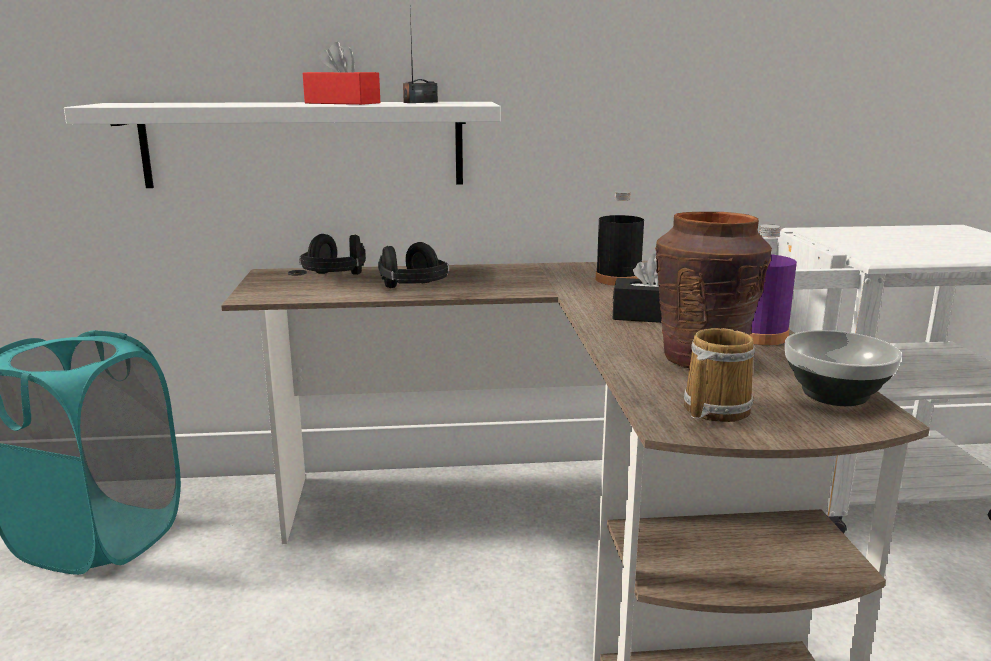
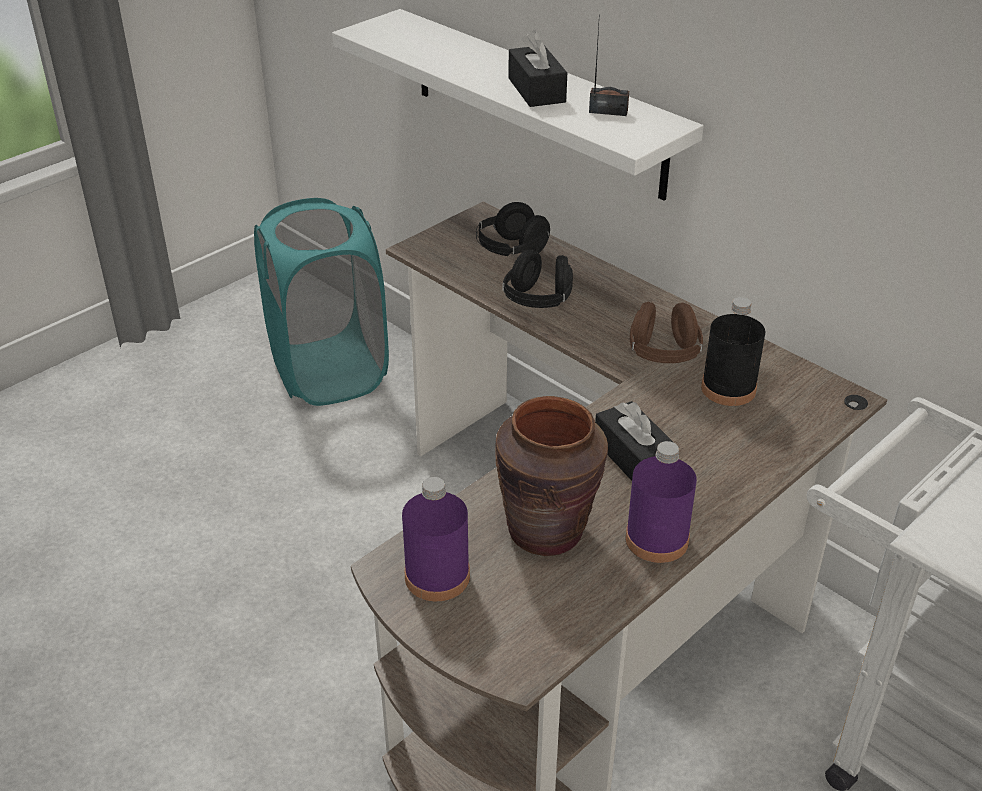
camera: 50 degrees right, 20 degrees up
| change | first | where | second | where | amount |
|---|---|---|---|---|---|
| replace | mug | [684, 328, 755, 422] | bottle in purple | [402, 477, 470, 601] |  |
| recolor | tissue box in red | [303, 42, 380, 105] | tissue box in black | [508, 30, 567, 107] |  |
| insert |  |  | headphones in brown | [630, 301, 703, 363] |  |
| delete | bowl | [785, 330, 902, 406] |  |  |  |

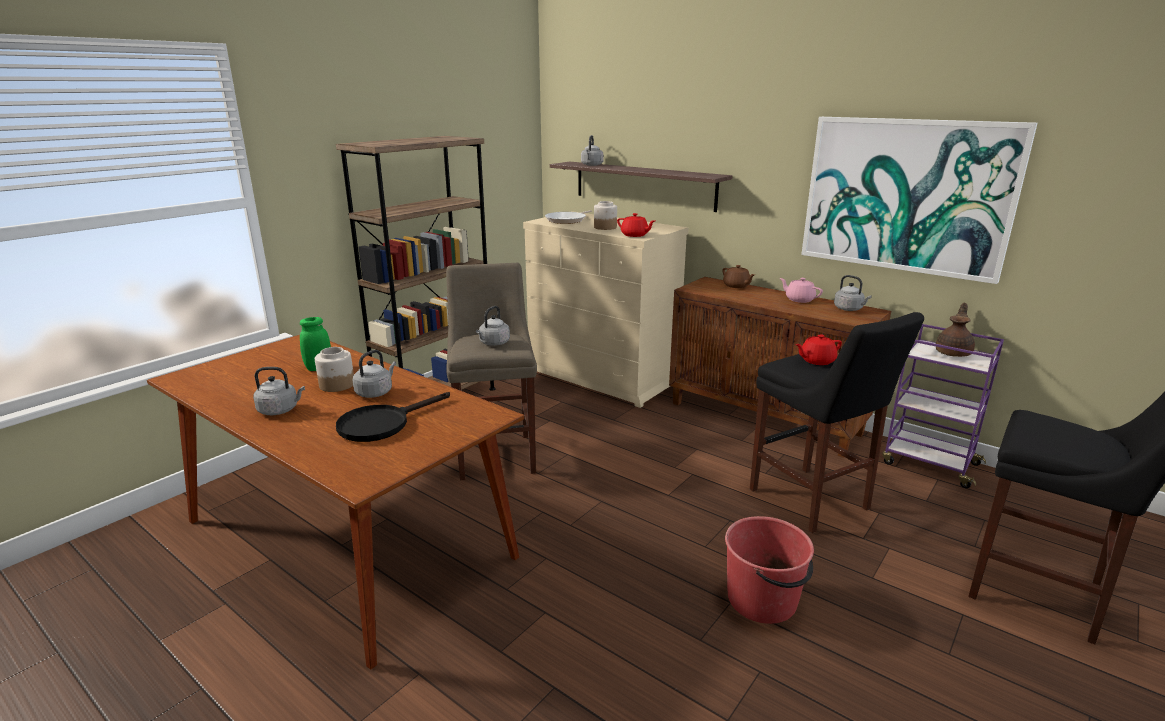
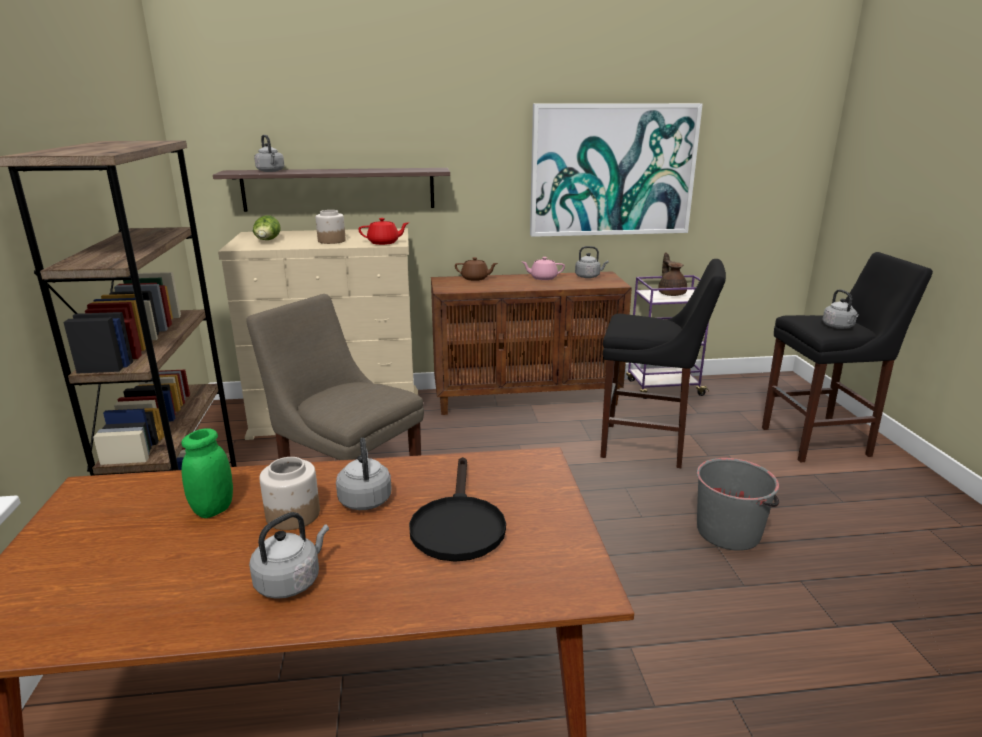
camera: 45 degrees left, 0 degrees up
| change | first | where | second | where | amount |
|---|---|---|---|---|---|
| replace | frying pan | [545, 210, 592, 224] | lettuce | [253, 215, 281, 240] |  |
| recolor | bucket in red | [725, 516, 814, 624] | bucket in grey | [696, 458, 779, 551] |  |
| move | kettle in grey | [476, 306, 510, 346] |  | [822, 289, 859, 329] |  |
| delete | teapot in red | [795, 334, 842, 365] |  |  |  |

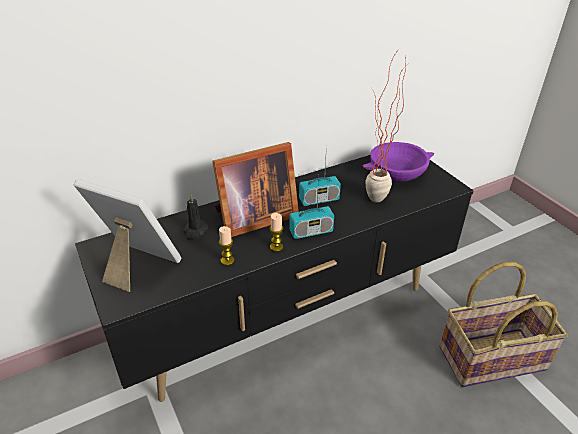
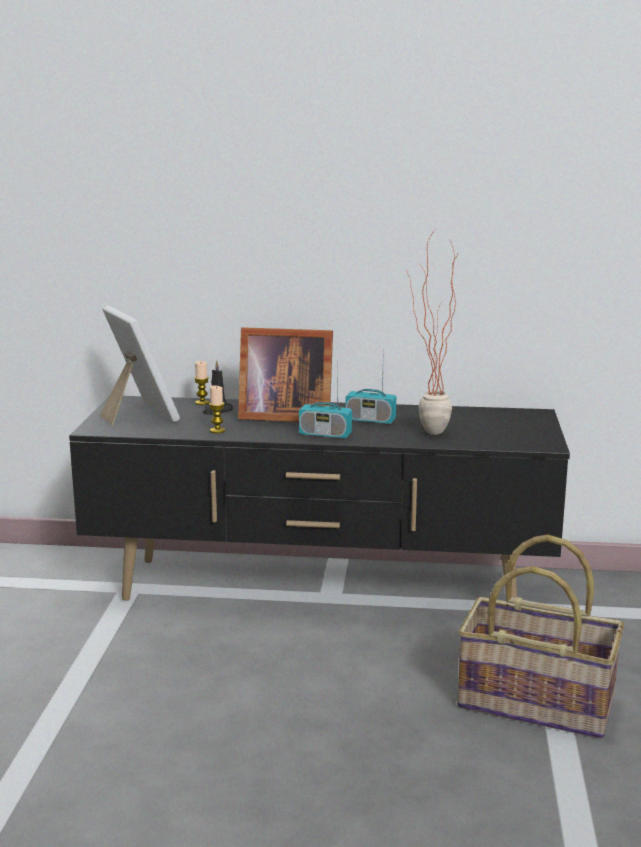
camera: 35 degrees right, 20 degrees down
| change | first | where | second | where | amount |
|---|---|---|---|---|---|
| move | candle | [269, 213, 283, 252] |  | [194, 361, 210, 405] |  |
| delete | bowl in purple | [363, 142, 434, 182] |  |  |  |

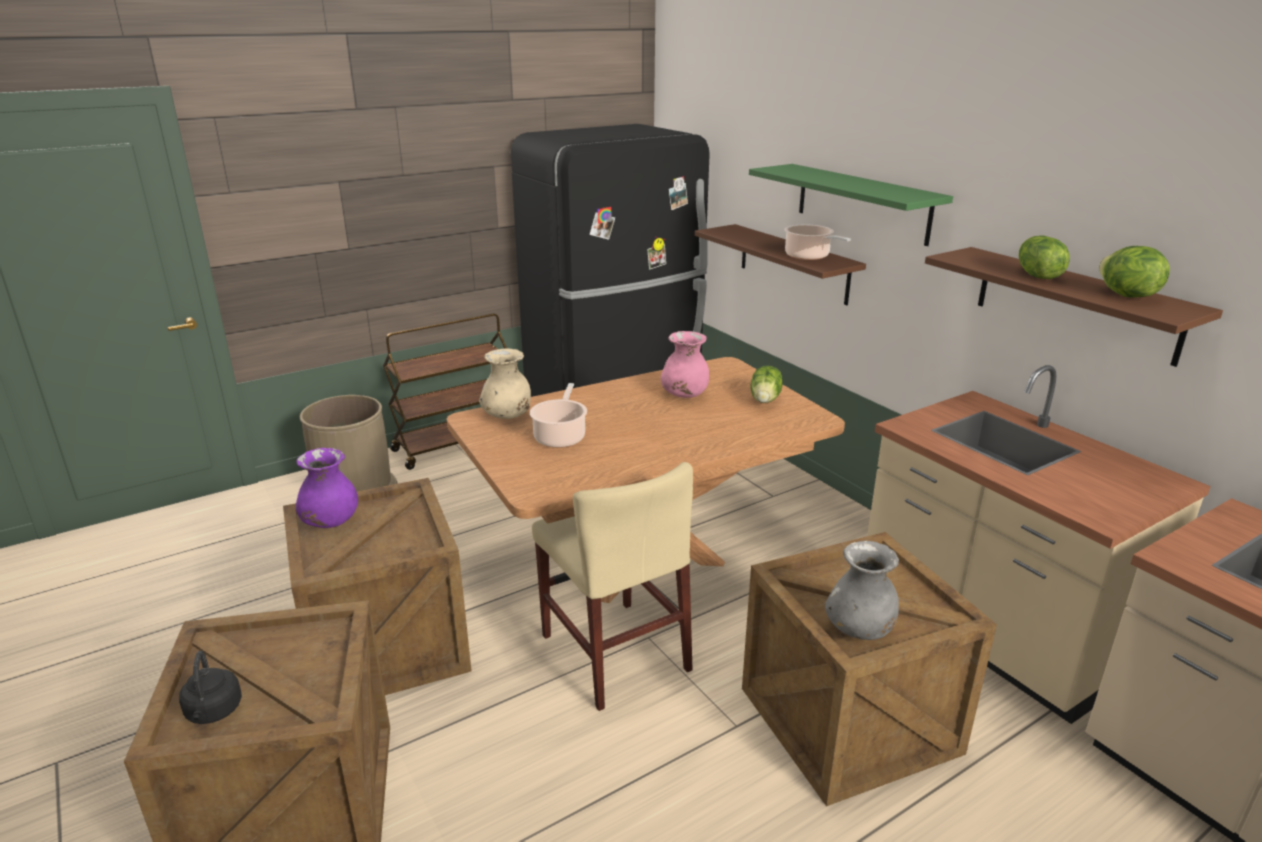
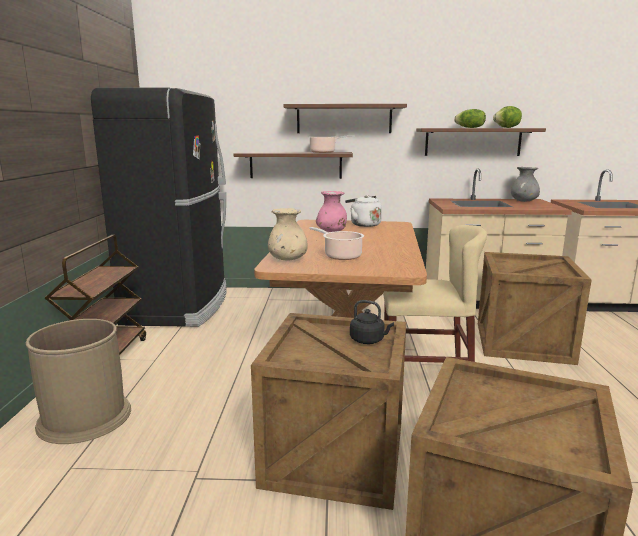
camera: 55 degrees left, 10 degrees down
| change | first | where | second | where | amount |
|---|---|---|---|---|---|
| recolor | shelf in green | [749, 164, 953, 246] | shelf in brown | [283, 104, 407, 133] |  |
| replace | lettuce | [750, 366, 782, 403] | kettle in white | [345, 195, 382, 227] |  |
| move | kettle in black | [179, 651, 242, 724] |  | [350, 300, 394, 344] |  |
| move | vase in grey | [825, 541, 899, 640] |  | [511, 167, 540, 202] |  |
| delete | vase in purple | [296, 448, 358, 528] |  |  |  |

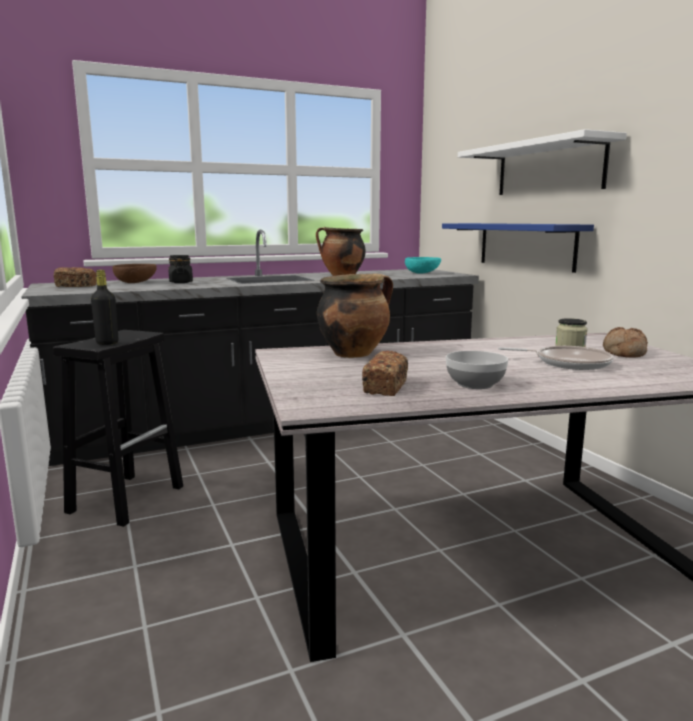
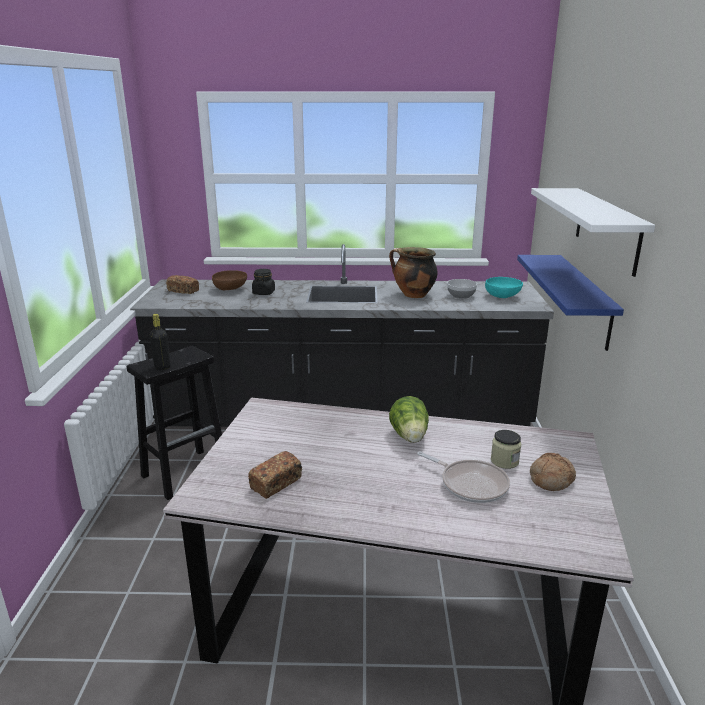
camera: 25 degrees right, 10 degrees up
| change | first | where | second | where | amount |
|---|---|---|---|---|---|
| insert |  |  | lettuce | [389, 396, 429, 443] |  |
| move | bowl | [446, 351, 508, 389] |  | [447, 279, 477, 299] |  |
| delete | cooking pot | [317, 273, 393, 358] |  |  |  |

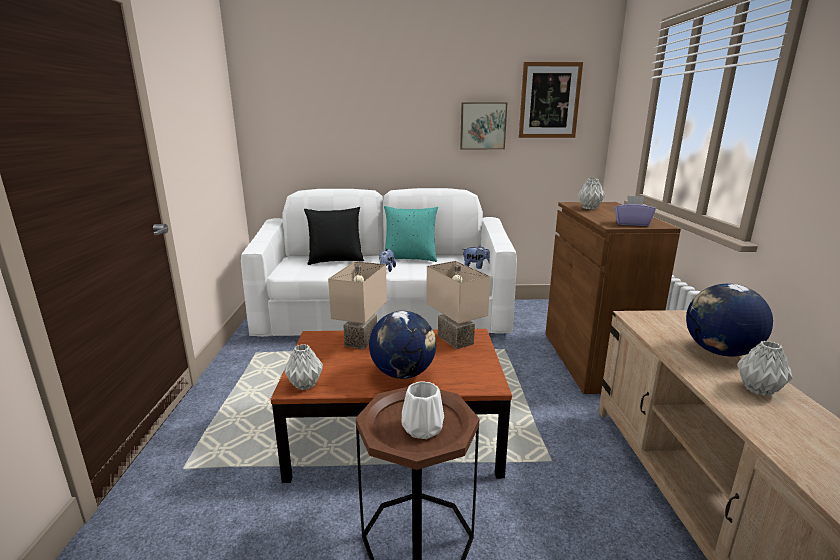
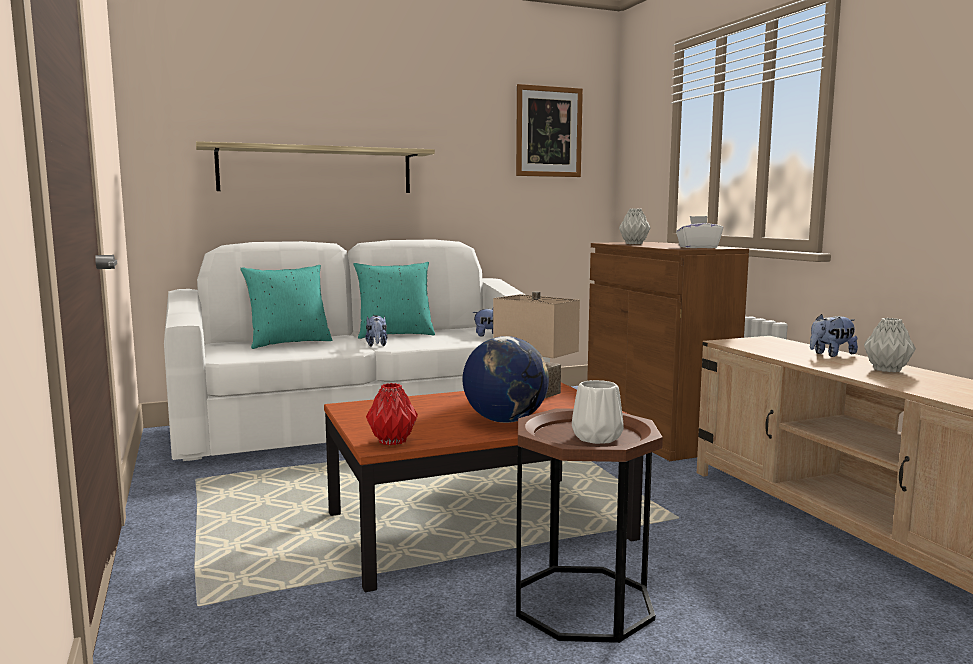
camera: 20 degrees left, 10 degrees down
| change | first | where | second | where | amount |
|---|---|---|---|---|---|
| insert |  |  | shelf | [196, 141, 435, 193] |  |
| recolor | pillow in black | [304, 207, 364, 265] | pillow in turquoise | [240, 265, 332, 349] |  |
| recolor | vase in grey | [284, 344, 323, 390] | vase in red | [366, 383, 418, 445] |  |
| recolor | tissue box in purple | [614, 195, 656, 226] | tissue box in white | [676, 216, 723, 248] |  |
| replace | globe | [686, 284, 773, 357] | plush toy | [810, 314, 858, 357] |  |
| delete | table lamp in beige | [328, 261, 387, 349] |  |  |  |
| delete | picture | [460, 102, 507, 149] |  |  |  |

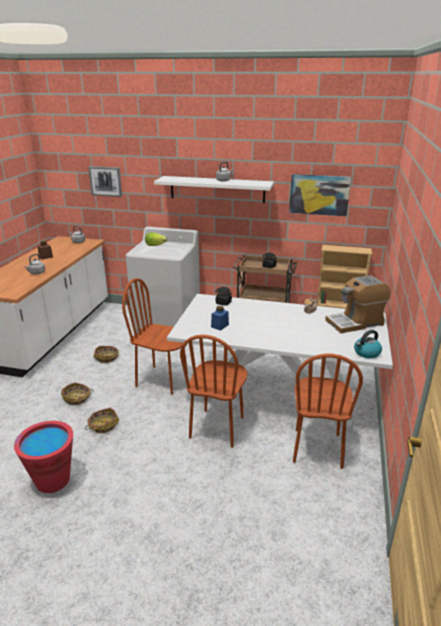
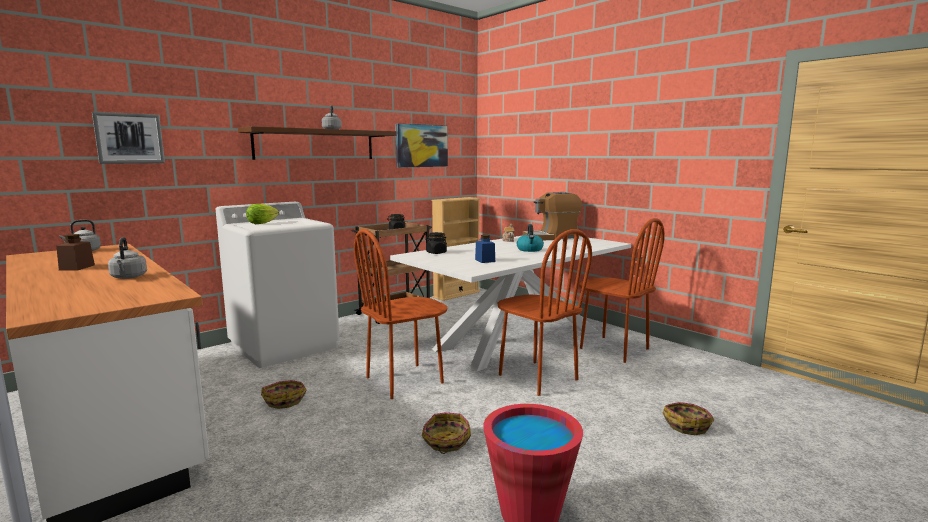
camera: 55 degrees left, 15 degrees down
| change | first | where | second | where | amount |
|---|---|---|---|---|---|
| recolor | shelf in white | [154, 176, 274, 203] | shelf in brown | [238, 126, 397, 160] |  |
| move | kettle | [354, 330, 382, 358] |  | [517, 224, 544, 252] |  |
| rotate | coffee machine | [325, 275, 390, 333] |  | [523, 192, 582, 241] | 60 degrees clockwise |
| move | basket | [61, 382, 94, 405] |  | [663, 402, 714, 435] |  |

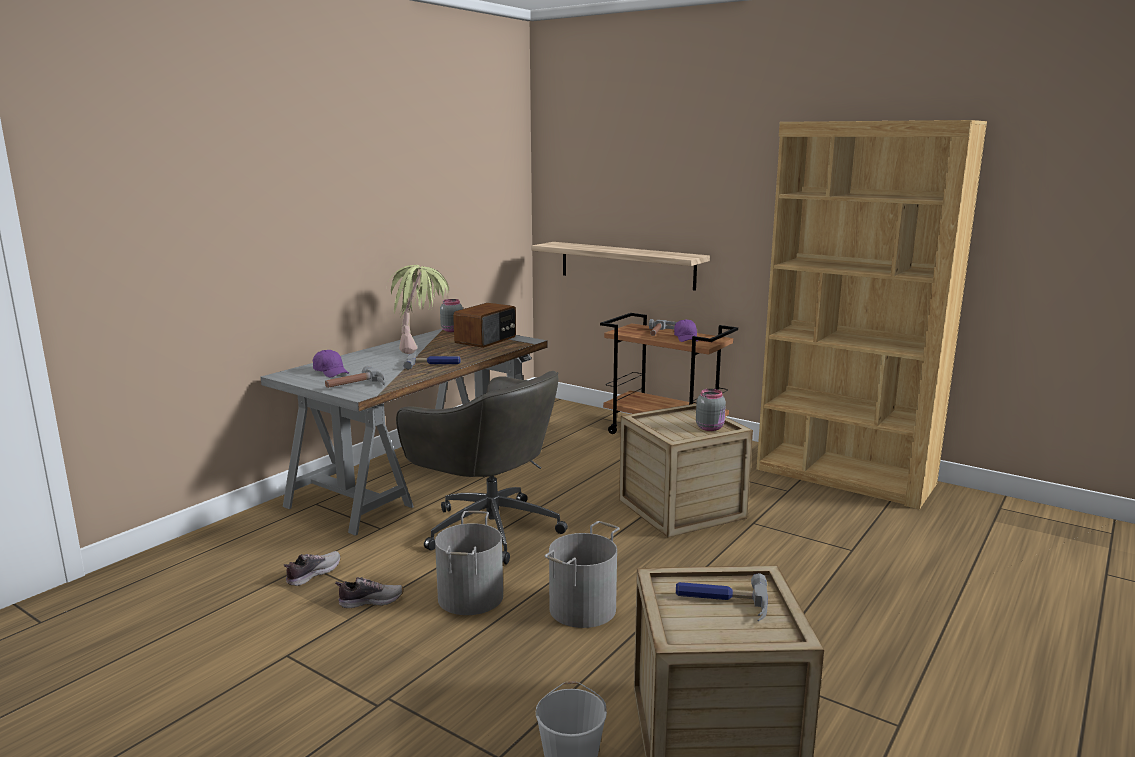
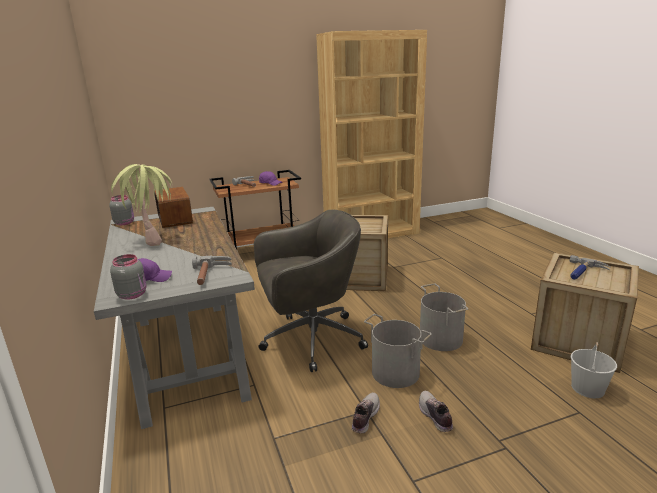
camera: 55 degrees left, 5 degrees up
| change | first | where | second | where | amount |
|---|---|---|---|---|---|
| move | jar in grey | [696, 389, 726, 431] |  | [110, 254, 147, 300] |  |
| move | shoe | [284, 551, 341, 586] |  | [419, 391, 453, 432] |  |
| delete | hammer | [403, 352, 461, 370] |  |  |  |
| delete | shelf | [531, 242, 710, 291] |  |  |  |

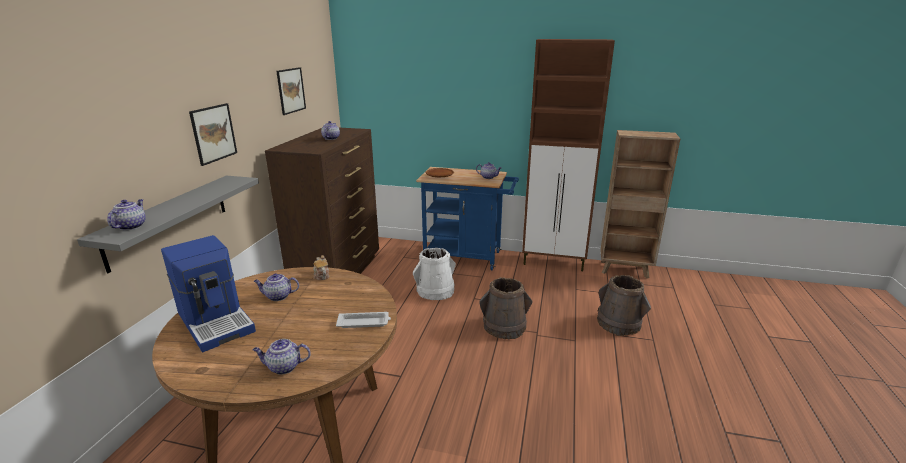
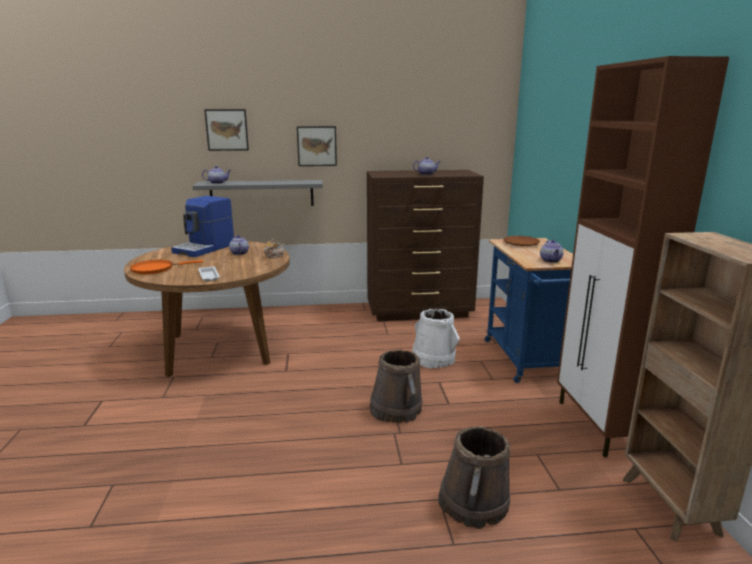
camera: 70 degrees right, 5 degrees down
| change | first | where | second | where | amount |
|---|---|---|---|---|---|
| replace | teapot | [253, 339, 311, 375] | frying pan in orange | [130, 260, 203, 274] |  |
| move | picture | [276, 67, 306, 115] |  | [204, 109, 249, 151] |  |

